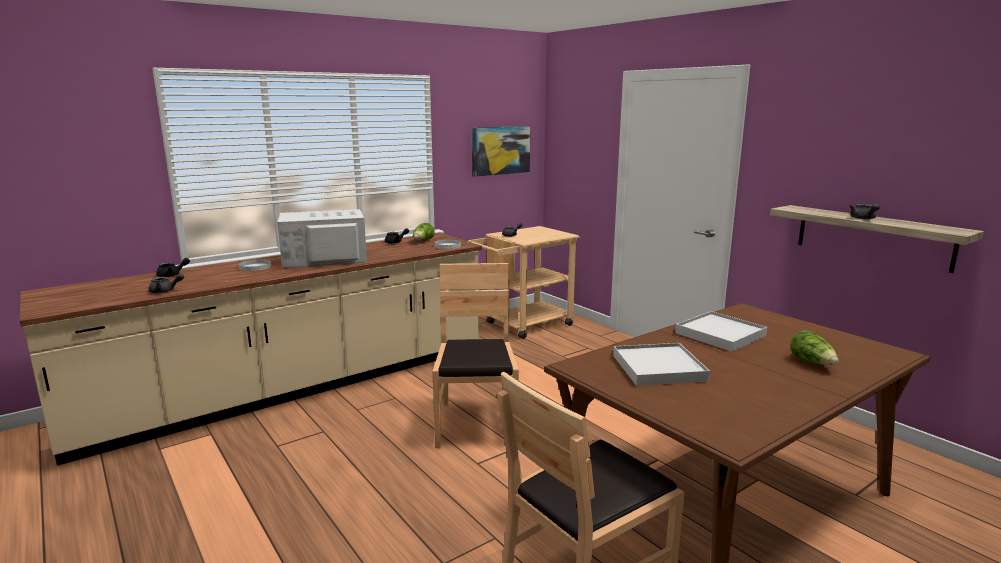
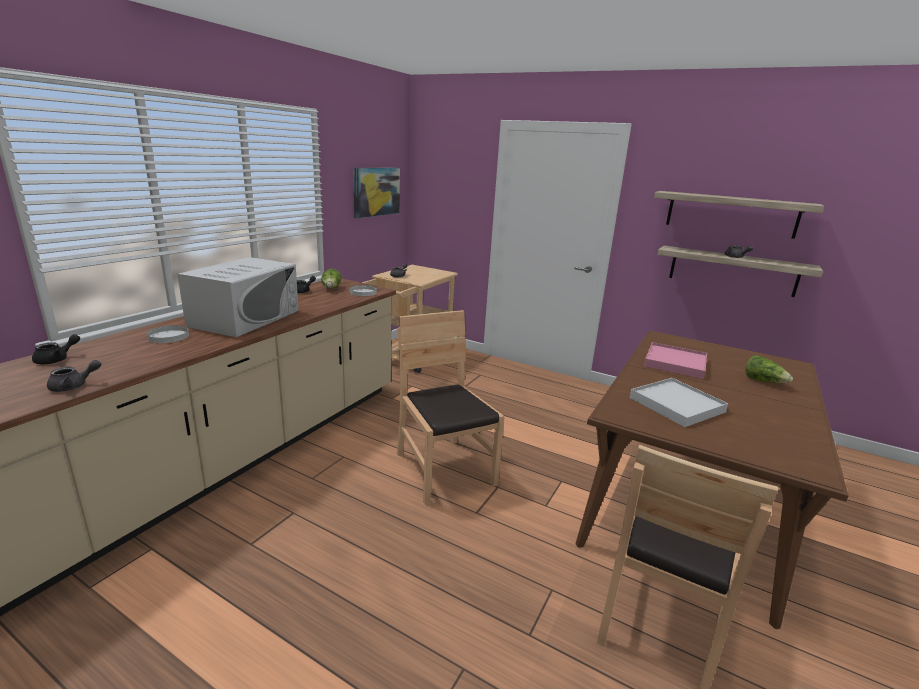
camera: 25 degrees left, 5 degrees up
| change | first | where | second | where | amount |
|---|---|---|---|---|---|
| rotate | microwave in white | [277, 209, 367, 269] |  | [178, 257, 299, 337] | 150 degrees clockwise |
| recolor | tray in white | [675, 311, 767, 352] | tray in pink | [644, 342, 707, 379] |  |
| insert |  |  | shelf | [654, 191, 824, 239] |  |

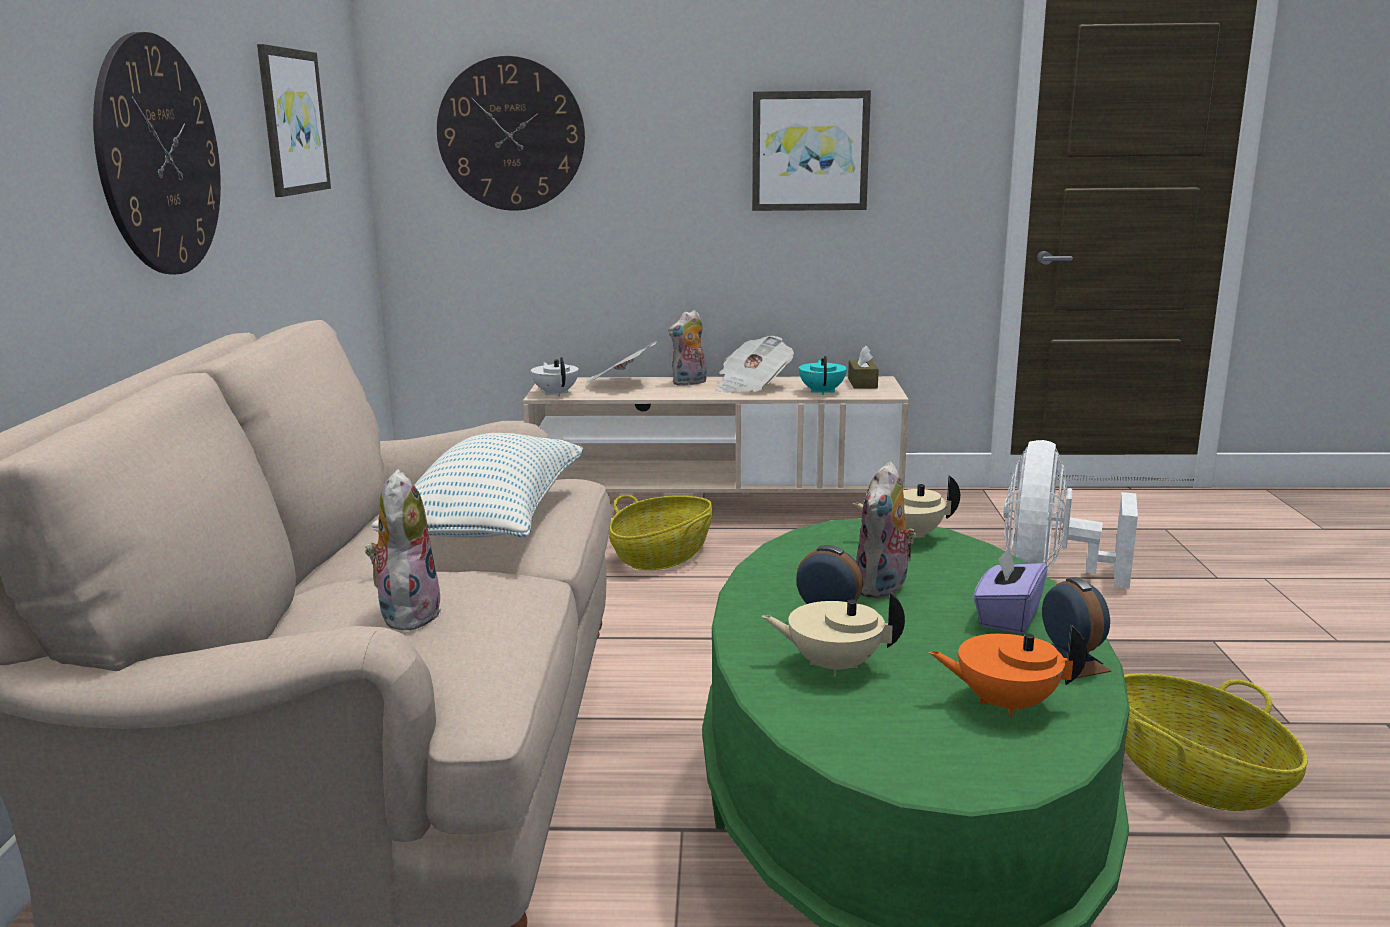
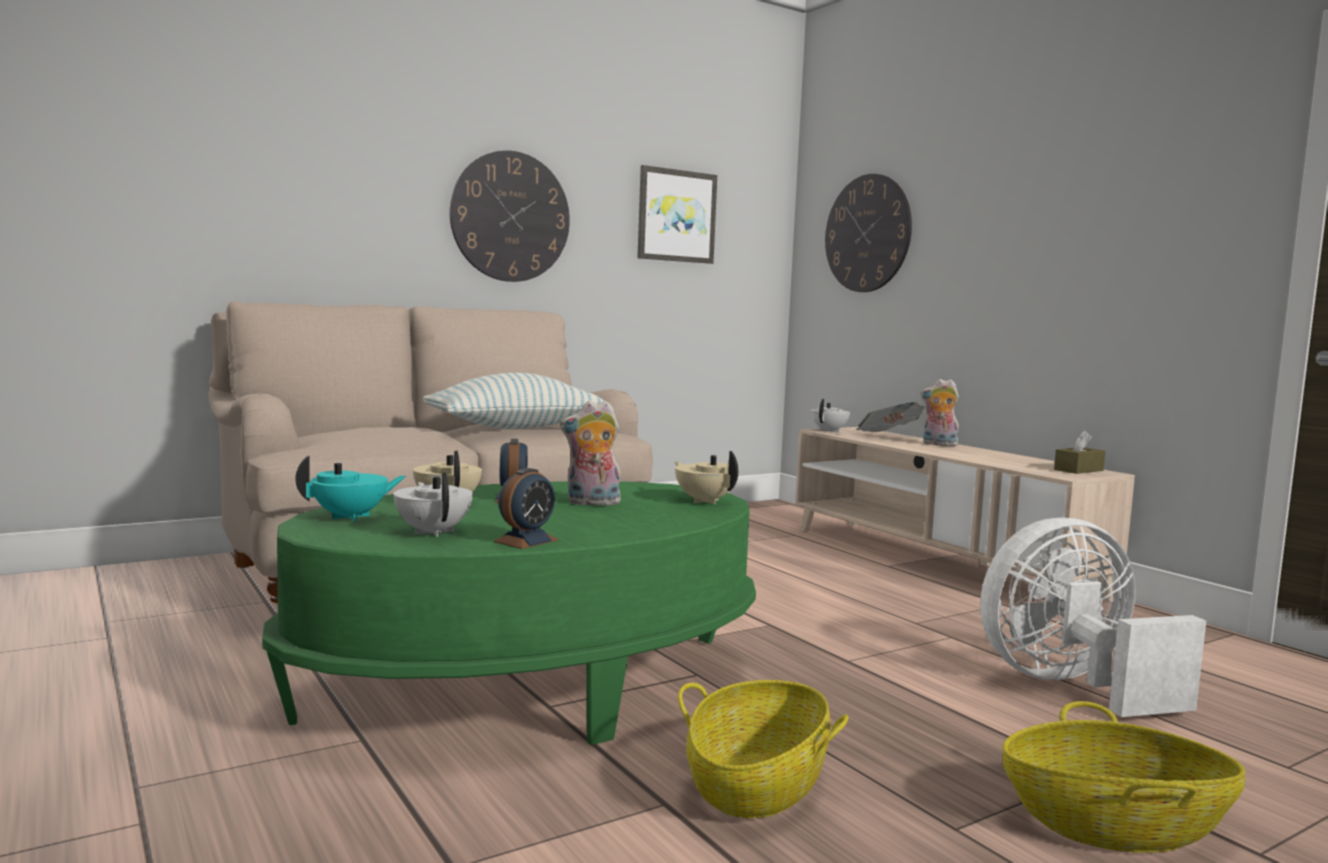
camera: 55 degrees right, 10 degrees down
| change | first | where | second | where | amount |
|---|---|---|---|---|---|
| move | teapot in turquoise | [799, 356, 847, 395] |  | [295, 455, 406, 521] |  |
| recolor | teapot in orange | [929, 625, 1087, 717] | teapot in white | [394, 472, 473, 537] |  |
| move | basket | [609, 495, 713, 570] |  | [1002, 701, 1245, 853] |  |
| delete | plush toy | [365, 469, 441, 631] |  |  |  |
| delete | newspaper | [716, 336, 794, 393] |  |  |  |
| delete | picture | [752, 90, 871, 211] |  |  |  |
| delete | tissue box in purple | [974, 546, 1048, 634] |  |  |  |

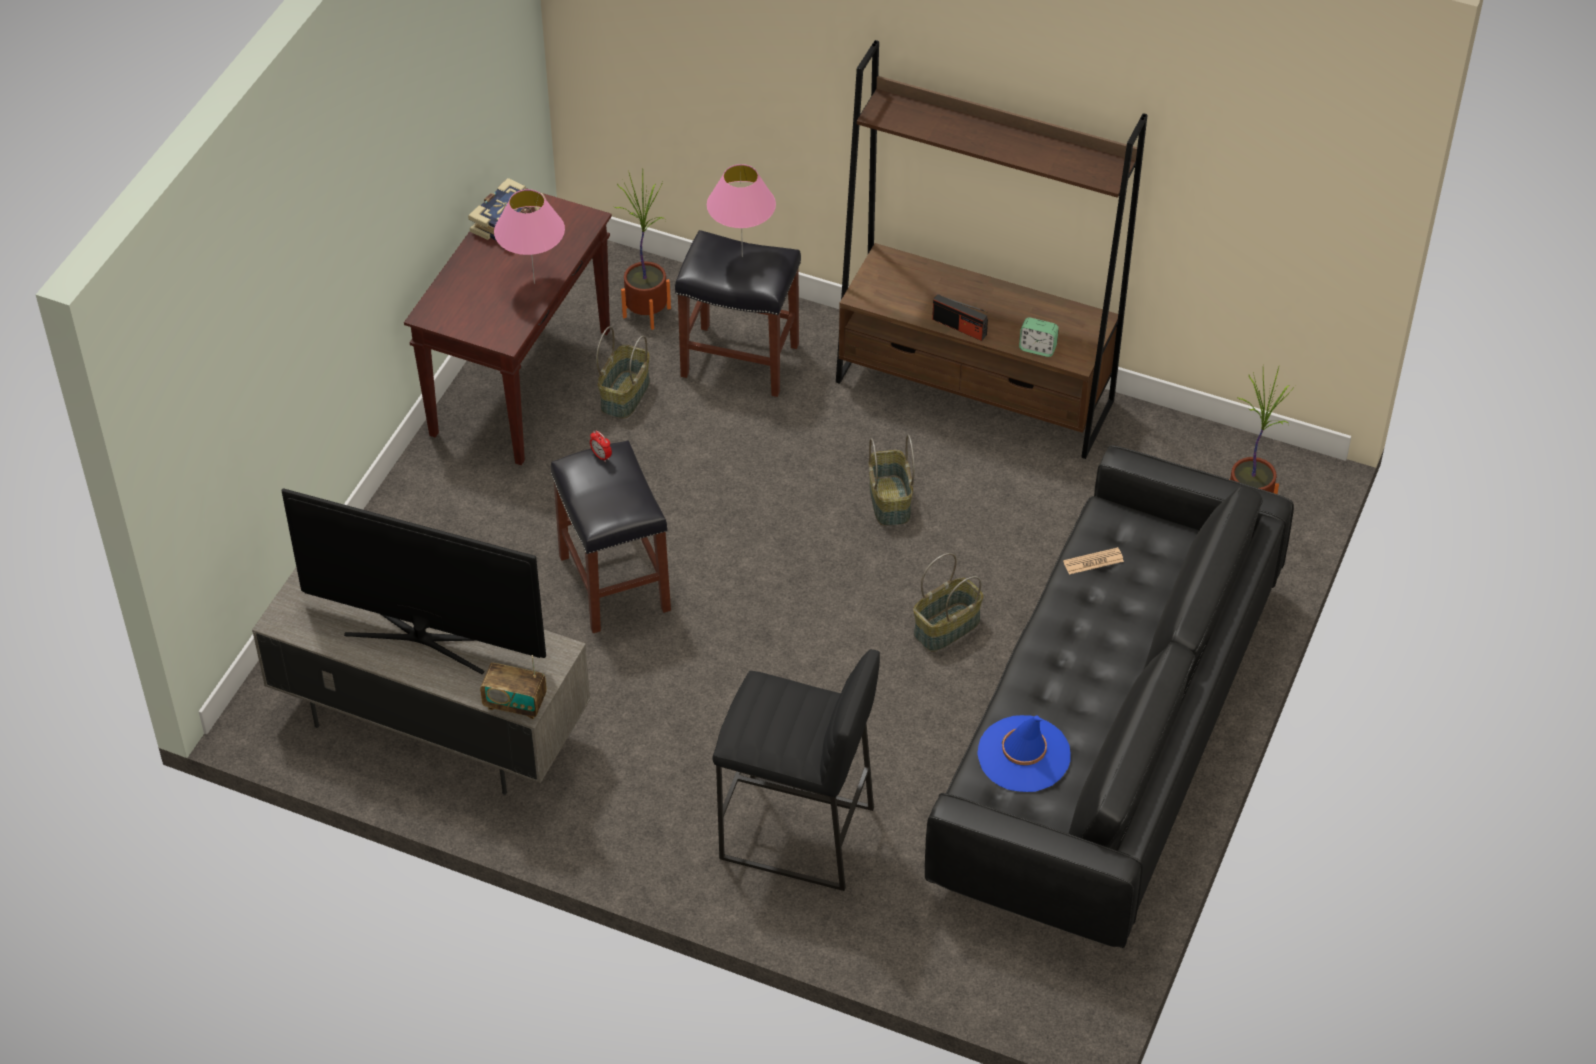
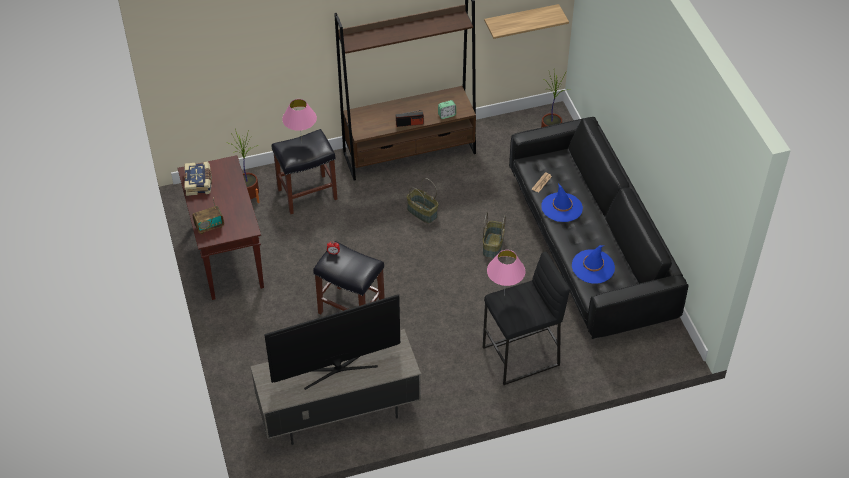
camera: 40 degrees left, 0 degrees up
| change | first | where | second | where | amount |
|---|---|---|---|---|---|
| move | radio | [480, 655, 547, 719] |  | [193, 198, 224, 234] |  |
| insert |  |  | shelf | [484, 4, 569, 39] |  |
| move | table lamp in pink | [494, 189, 565, 284] |  | [487, 250, 525, 296] |  |
| insert |  |  | hat in blue | [541, 183, 583, 222] |  |
| delete | basket | [596, 326, 650, 419] |  |  |  |

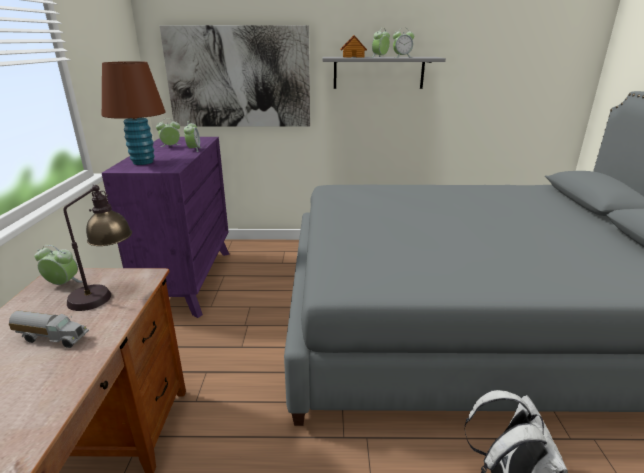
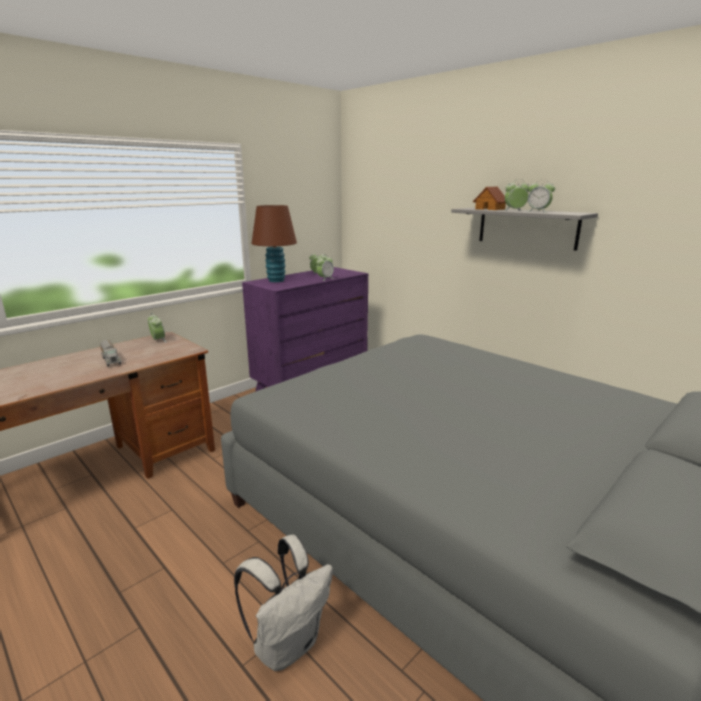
camera: 45 degrees right, 5 degrees down
| change | first | where | second | where | amount |
|---|---|---|---|---|---|
| delete | table lamp | [63, 185, 132, 311] |  |  |  |
| delete | picture | [160, 25, 310, 127] |  |  |  |

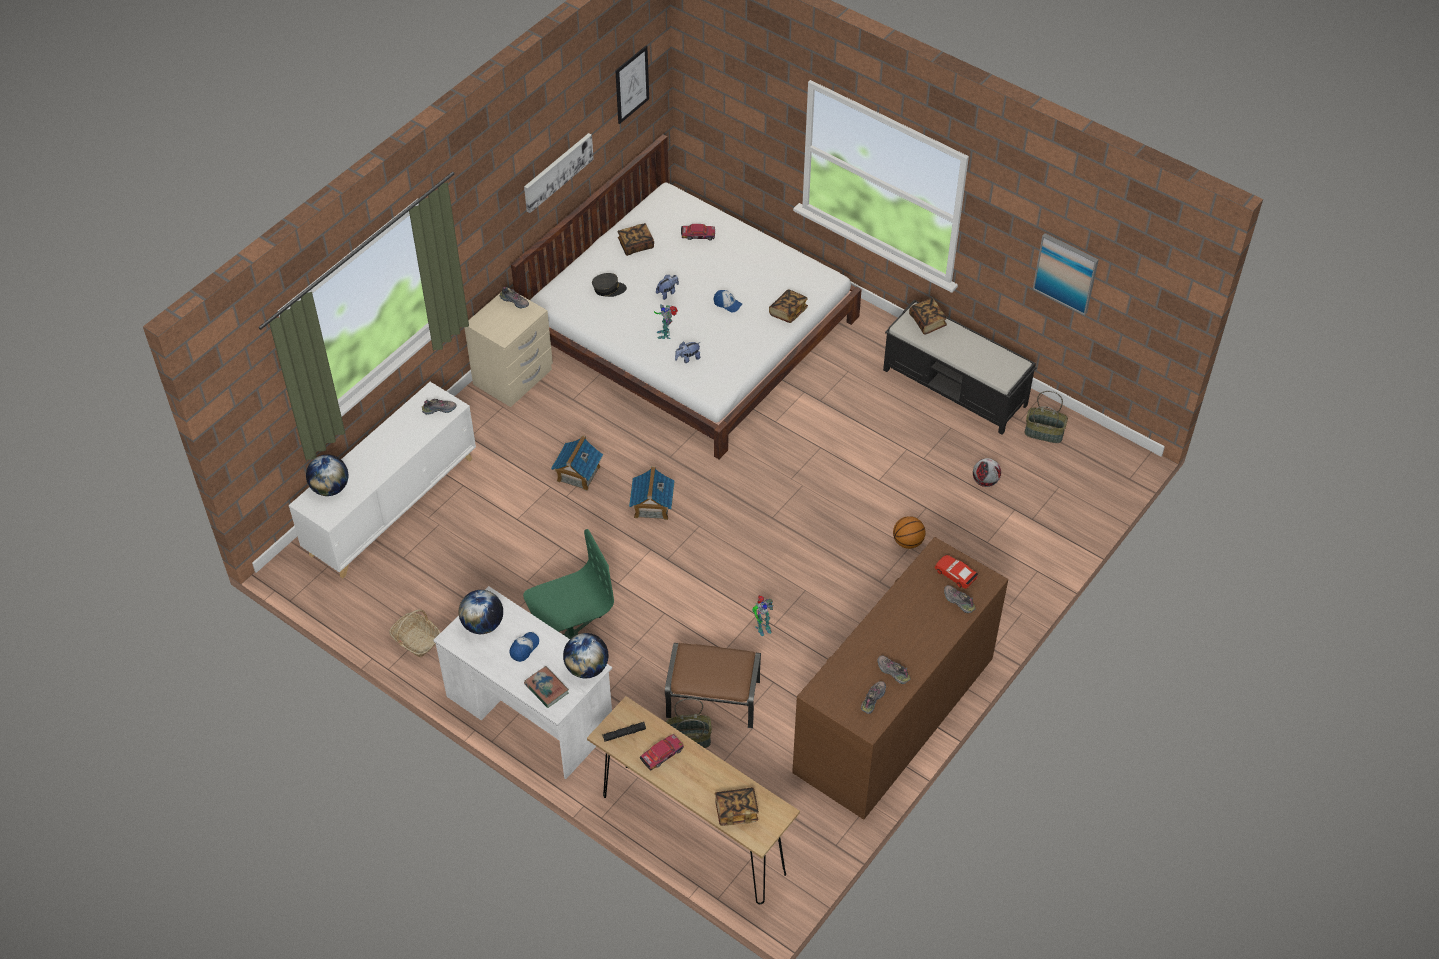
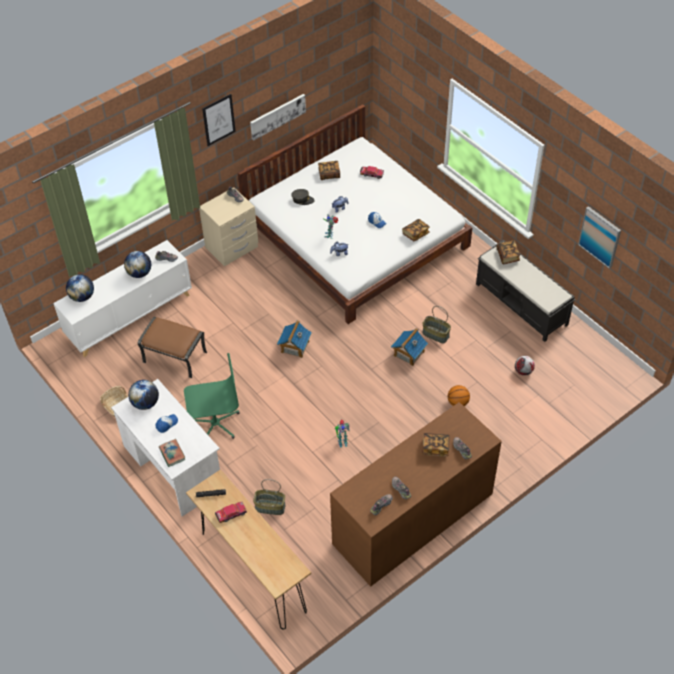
camera: 15 degrees right, 0 degrees up
| change | first | where | second | where | amount |
|---|---|---|---|---|---|
| move | globe | [563, 633, 608, 678] |  | [124, 251, 151, 278] |  |
| move | ottoman in brown | [665, 643, 761, 728] |  | [138, 317, 207, 378] |  |
| move | picture | [615, 45, 649, 124] |  | [202, 94, 236, 146] |  |
| move | toy house | [551, 435, 603, 491] |  | [391, 328, 428, 366] |  |
| move | book | [715, 787, 759, 826] |  | [422, 433, 450, 457] |  |
| move | basket | [1025, 391, 1068, 443] |  | [423, 306, 451, 343] |  |
| delete | toy car in red | [935, 555, 978, 589] |  |  |  |

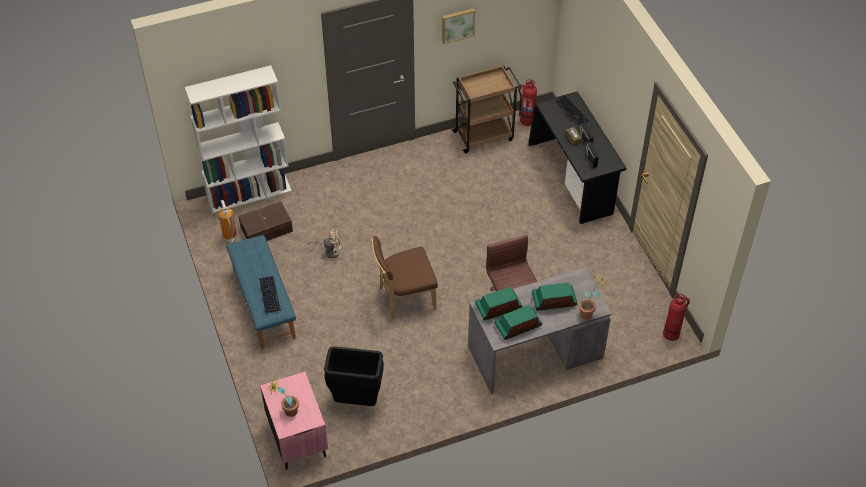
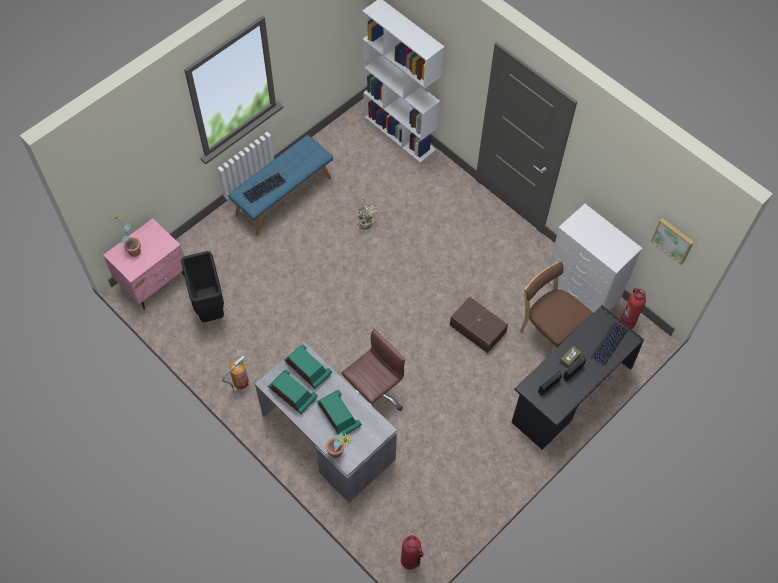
camera: 65 degrees right, 10 degrees up
| change | first | where | second | where | amount |
|---|---|---|---|---|---|
| move | fire extinguisher | [218, 200, 237, 244] |  | [222, 355, 249, 392] |  |
| move | storage box in brown | [239, 201, 293, 241] |  | [450, 297, 508, 353] |  |
| move | chair in brown | [371, 236, 438, 320] |  | [520, 261, 593, 351] |  |
| replace | cart in brown | [451, 65, 521, 153] | dresser in white | [548, 204, 643, 313] |  |
| move | picture | [442, 8, 475, 44] |  | [651, 218, 694, 265] |  |

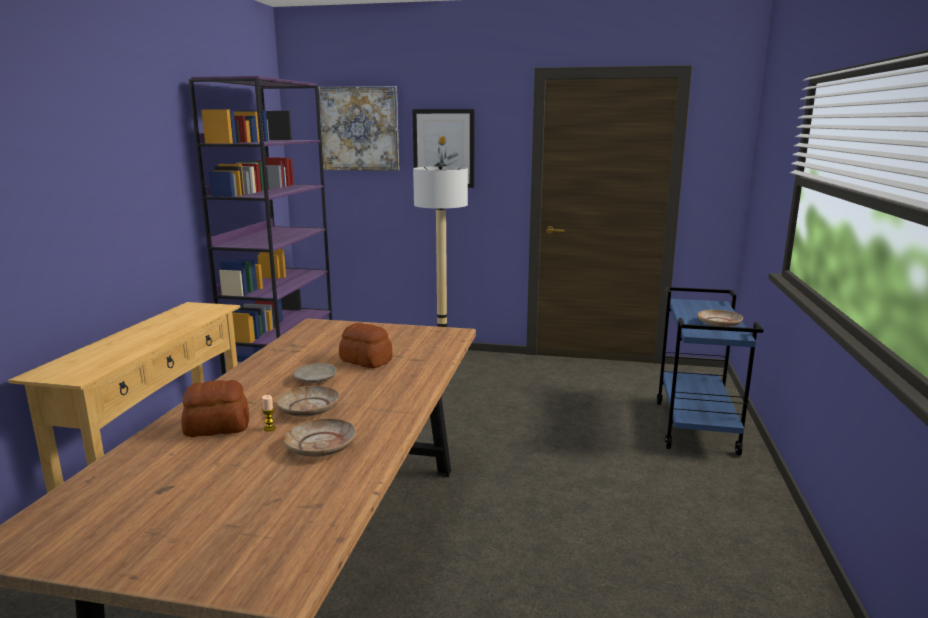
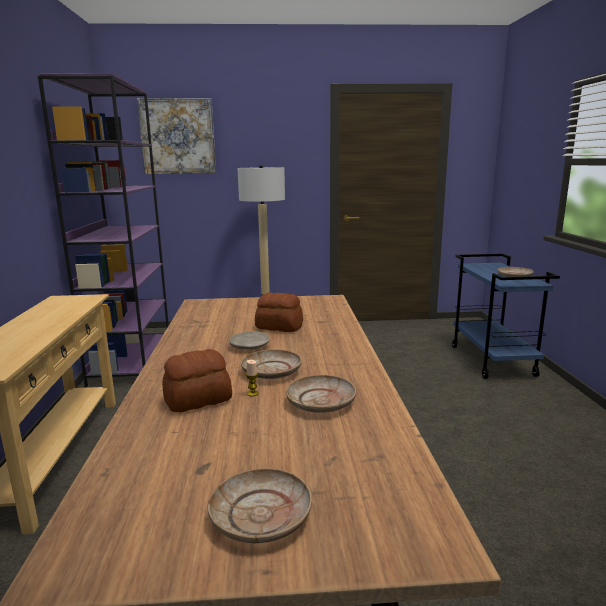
camera: 15 degrees left, 0 degrees up
| change | first | where | second | where | amount |
|---|---|---|---|---|---|
| insert |  |  | plate in beige | [207, 468, 312, 543] |  |
| delete | picture | [412, 109, 475, 188] |  |  |  |

